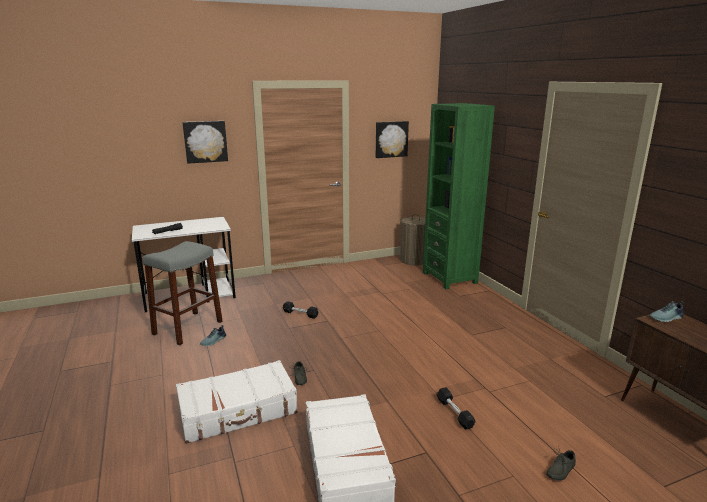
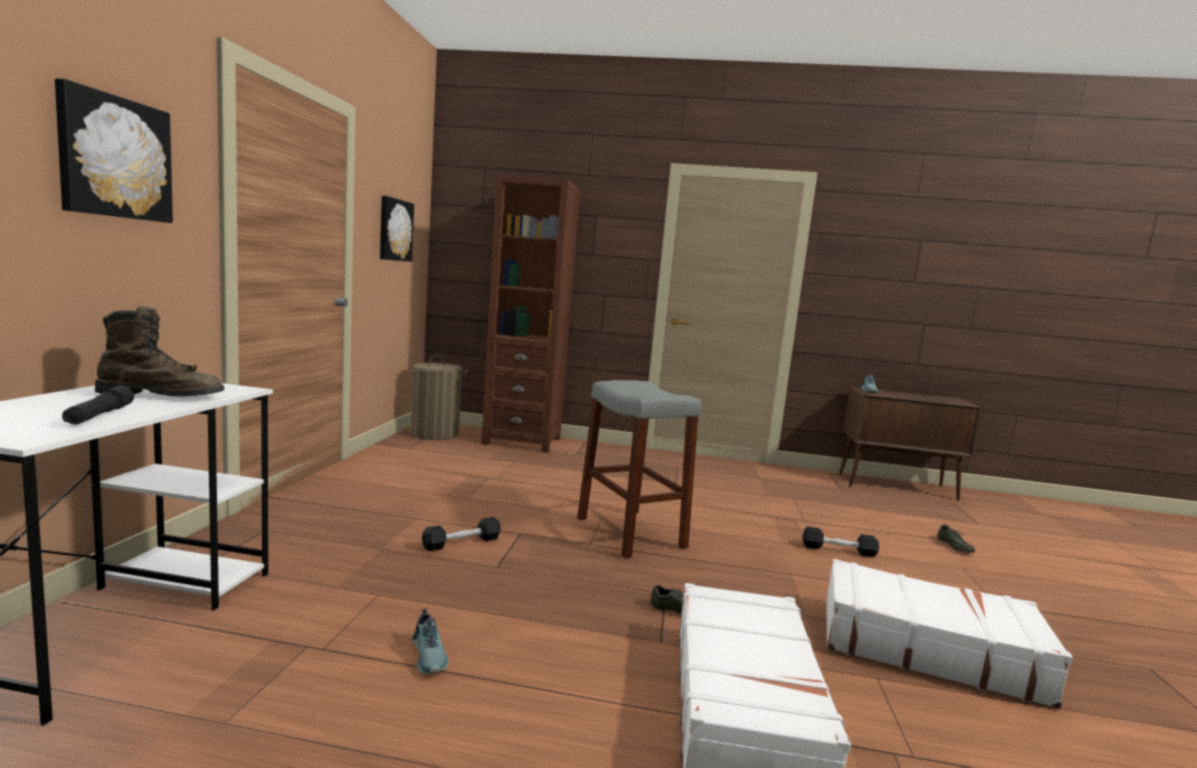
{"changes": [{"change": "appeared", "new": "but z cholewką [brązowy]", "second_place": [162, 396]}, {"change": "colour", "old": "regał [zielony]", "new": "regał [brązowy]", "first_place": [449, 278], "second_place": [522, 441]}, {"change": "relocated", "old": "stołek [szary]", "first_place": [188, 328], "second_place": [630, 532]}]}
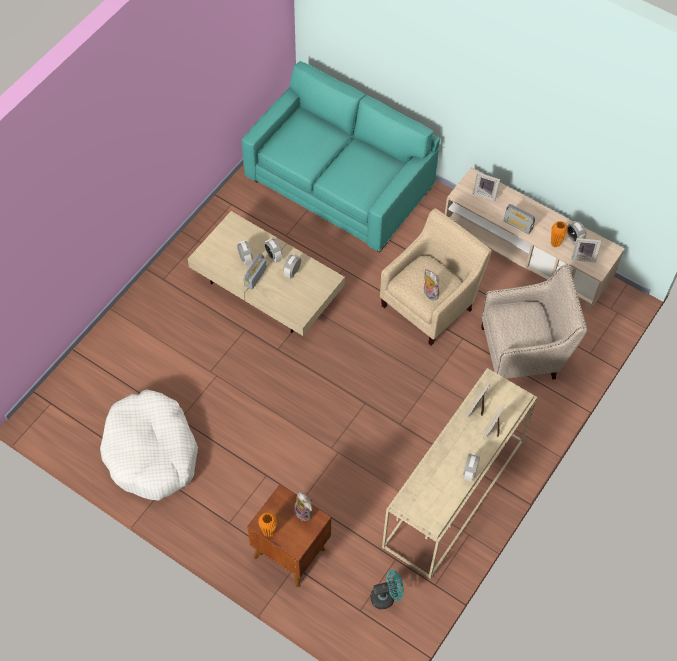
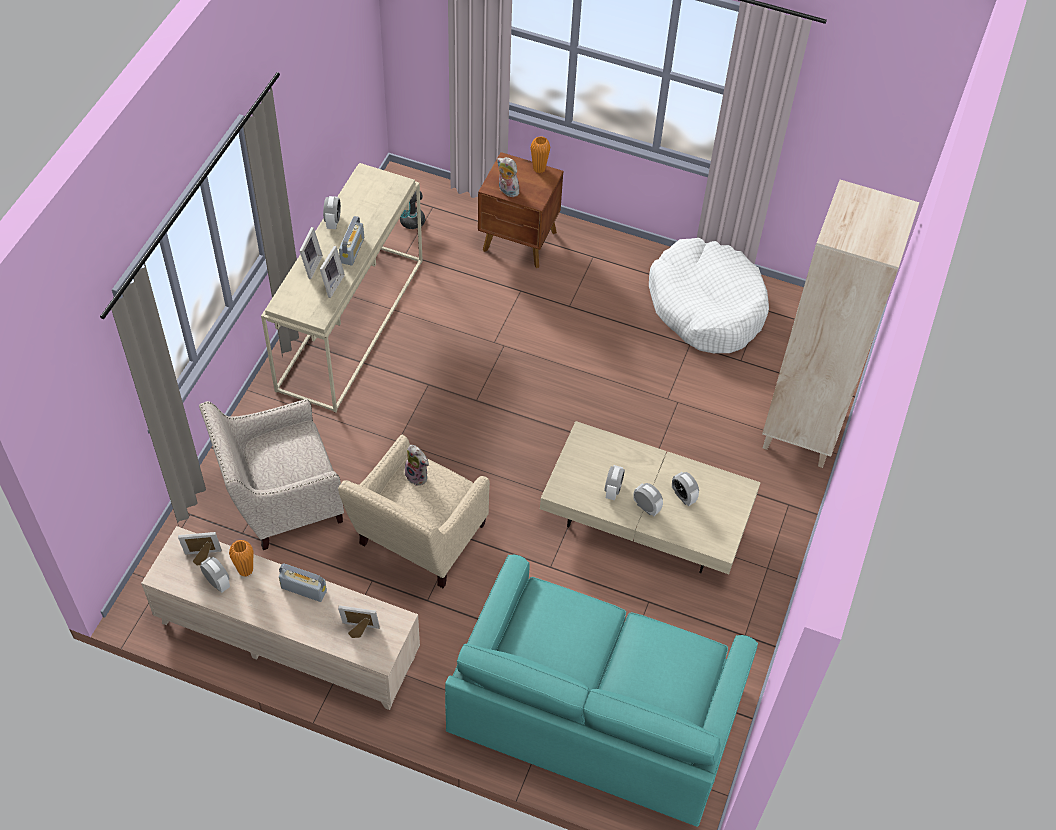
{"changes": [{"change": "relocated", "old": "radio", "first_place": [255, 277], "second_place": [352, 250]}, {"change": "appeared", "new": "regał [beżowy]", "second_place": [802, 430]}]}
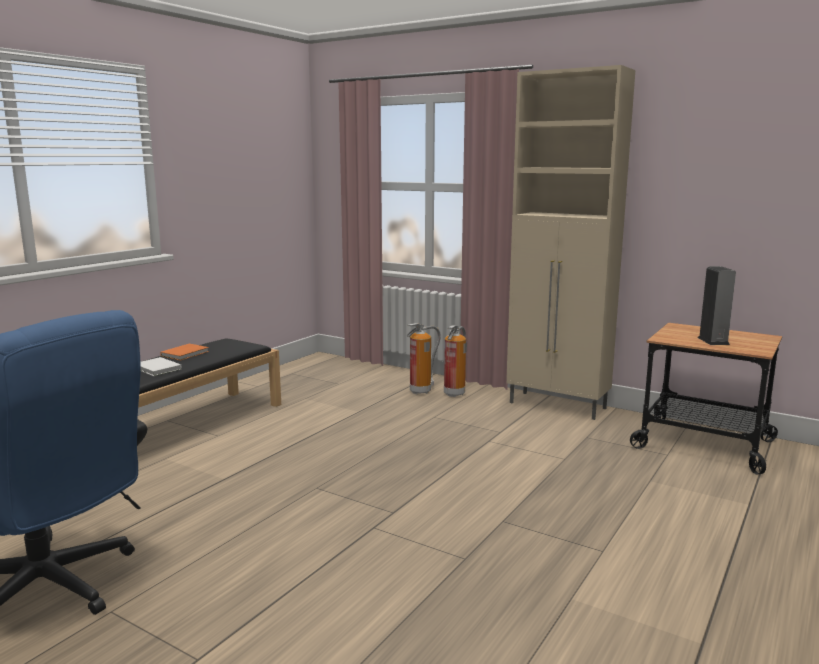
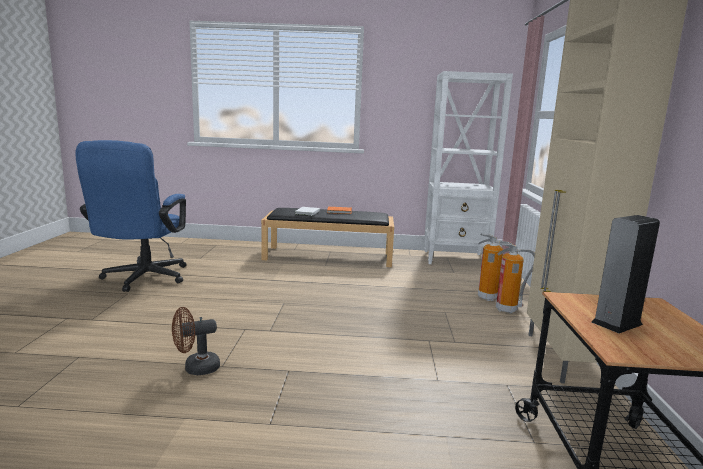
{"changes": [{"change": "appeared", "new": "wentylator [brązowy]", "second_place": [196, 368]}, {"change": "appeared", "new": "regał [biały]", "second_place": [456, 259]}]}
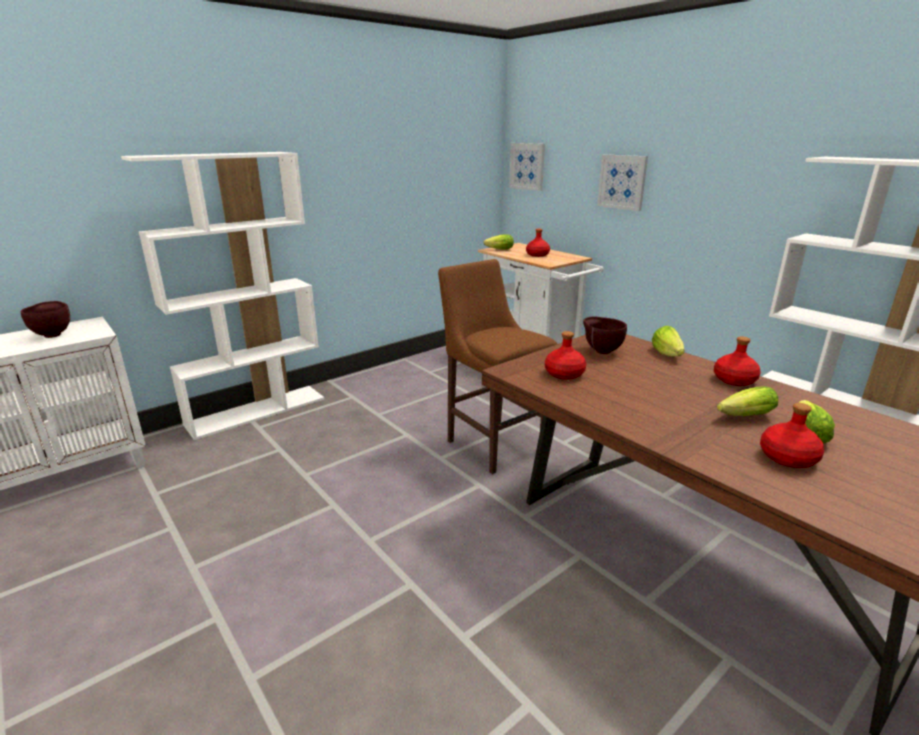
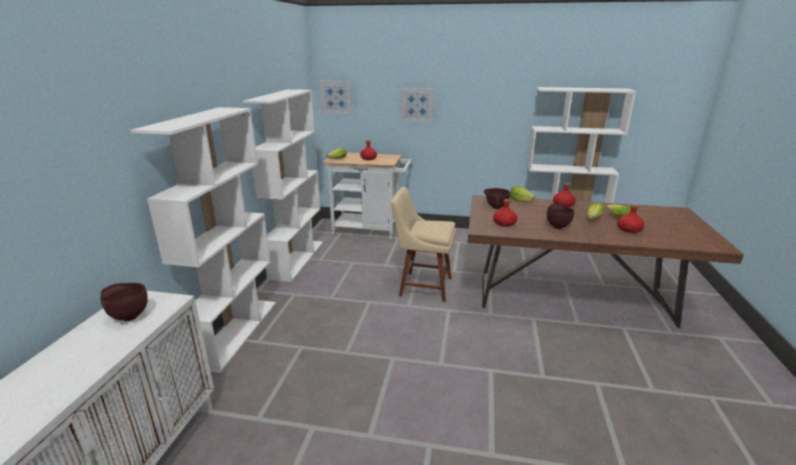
{"changes": [{"change": "appeared", "new": "regał [biały]", "second_place": [296, 259]}, {"change": "exchanged", "old": "stołek [brązowy]", "new": "krzesło [beżowy]", "first_place": [492, 443], "second_place": [422, 286]}, {"change": "appeared", "new": "miska [brązowy]", "second_place": [557, 226]}]}
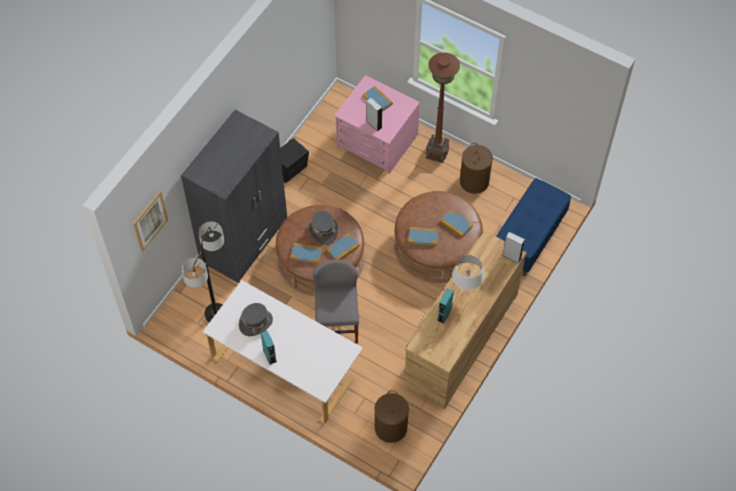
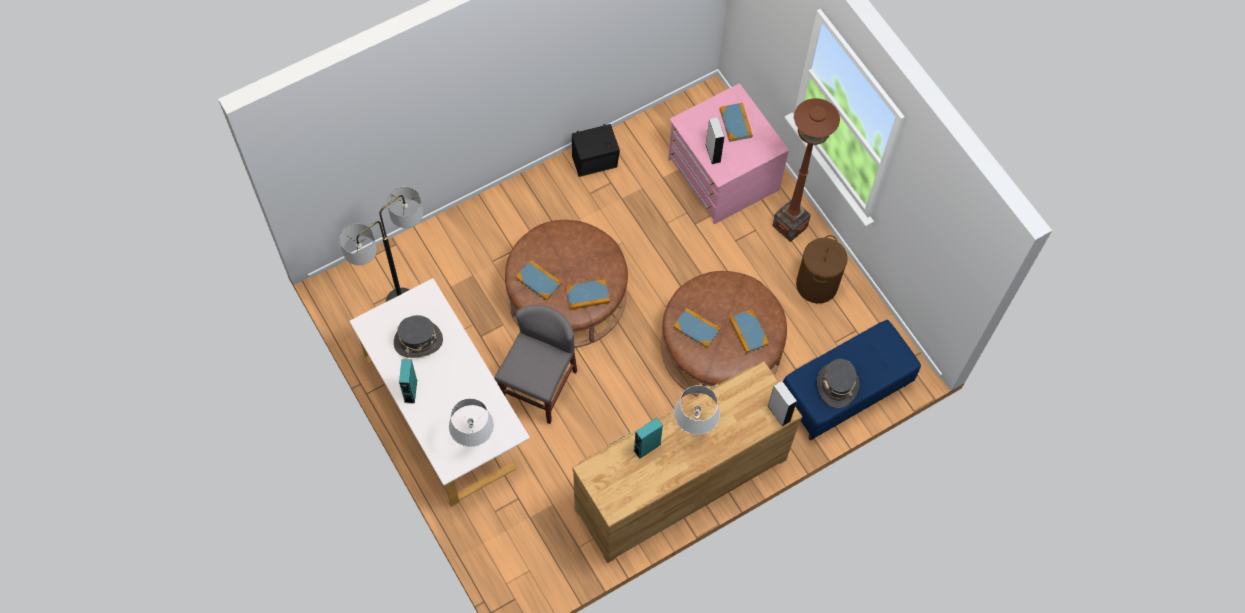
{"changes": [{"change": "appeared", "new": "lampa stołowa [biały]", "second_place": [474, 439]}, {"change": "relocated", "old": "kapelusz [szary]", "first_place": [323, 230], "second_place": [837, 386]}, {"change": "missing", "old": "obraz", "first_place": [150, 221]}, {"change": "missing", "old": "szafa [szary]", "first_place": [244, 240]}, {"change": "missing", "old": "kosz na pranie [brązowy]", "first_place": [391, 428]}]}
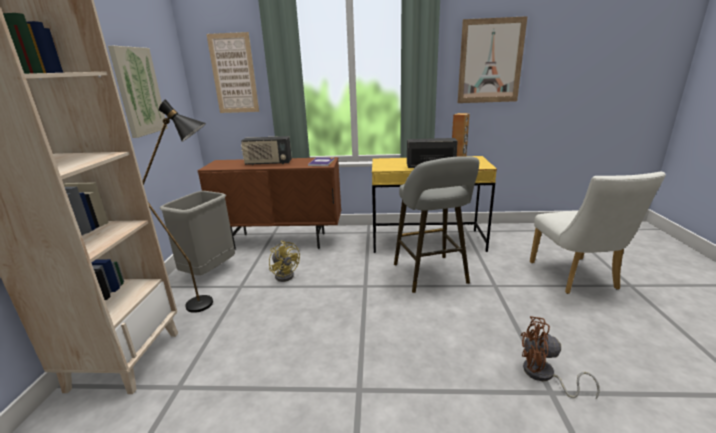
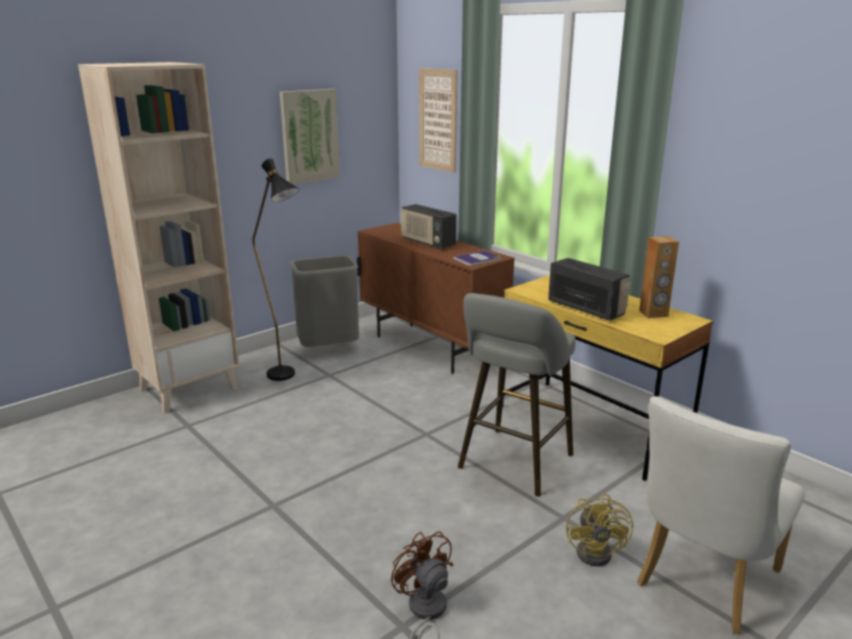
{"changes": [{"change": "relocated", "old": "wentylator [żółty]", "first_place": [285, 274], "second_place": [599, 551]}, {"change": "missing", "old": "obraz", "first_place": [490, 61]}]}
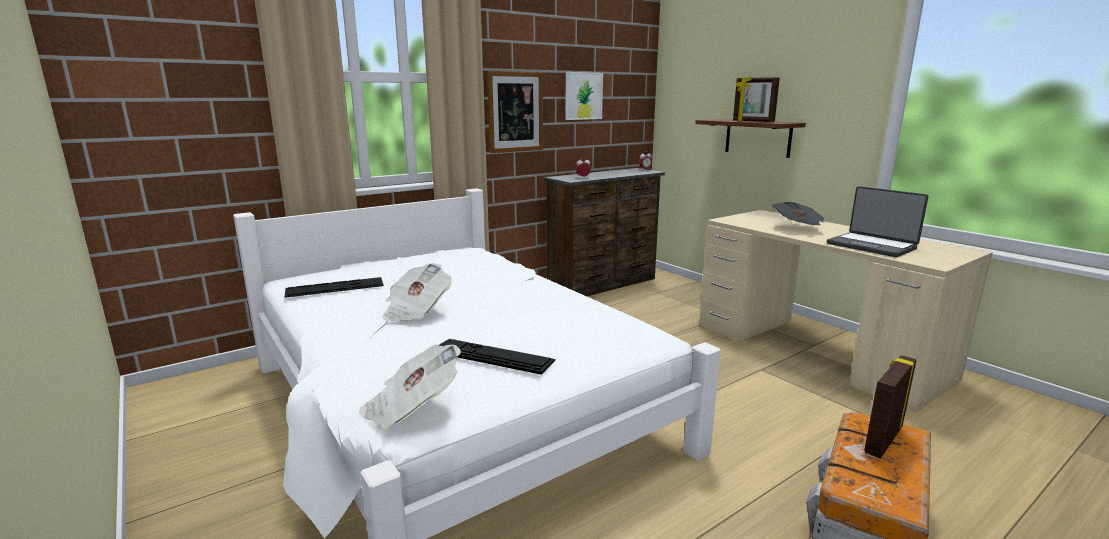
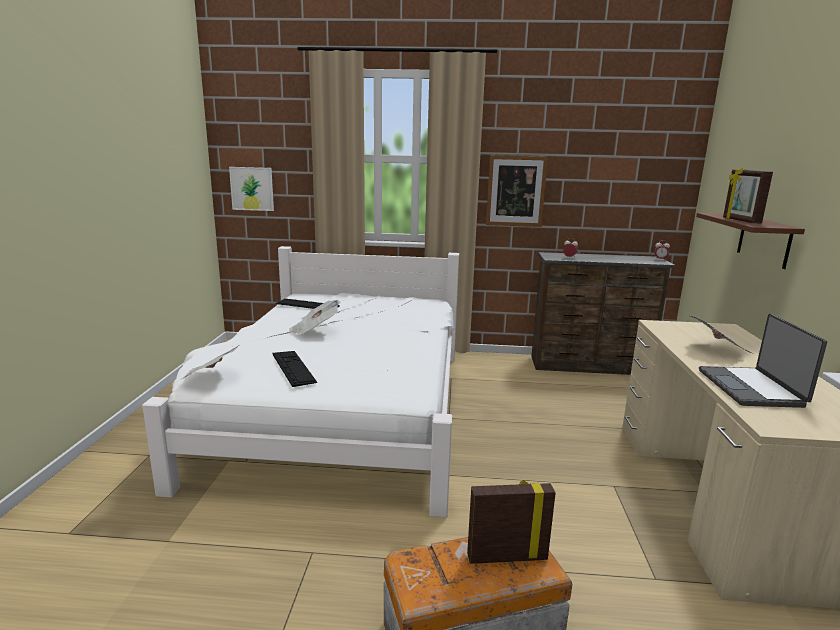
{"changes": [{"change": "relocated", "old": "obraz", "first_place": [583, 96], "second_place": [252, 188]}]}
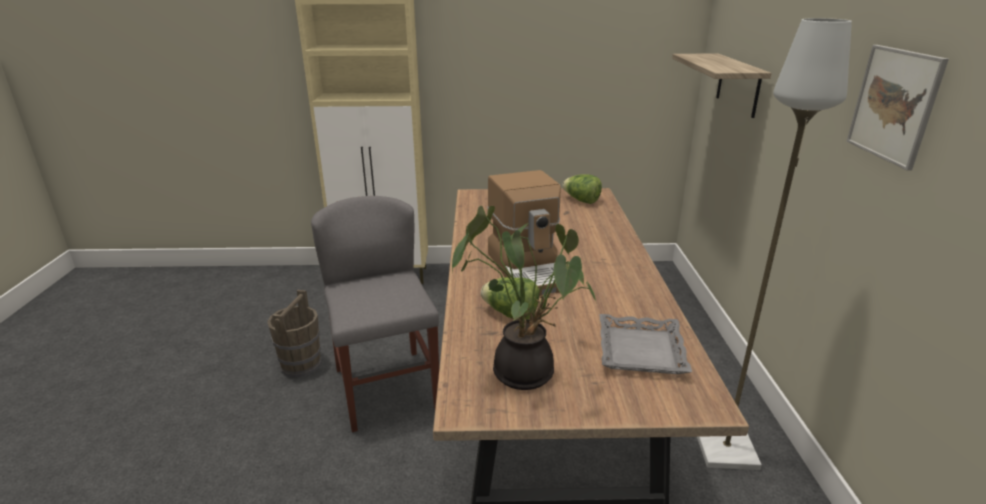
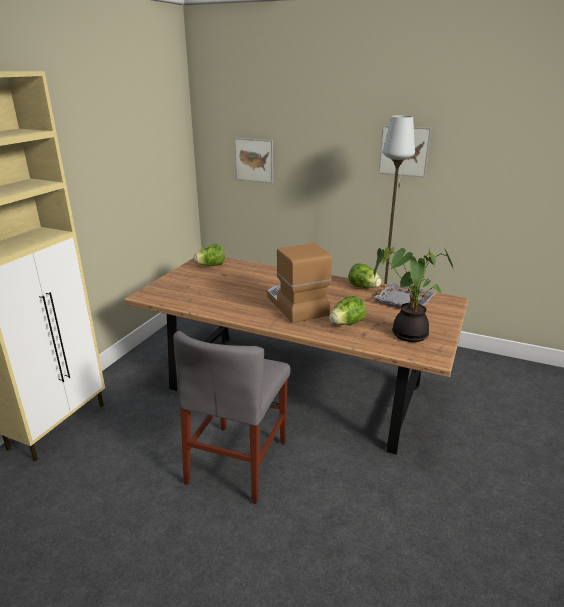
{"changes": [{"change": "spun", "old": "krzesło [szary]", "first_place": [386, 389], "second_place": [237, 461], "degrees": -75}, {"change": "exchanged", "old": "półka", "new": "obraz", "first_place": [738, 85], "second_place": [254, 160]}, {"change": "spun", "old": "ekspres do kawy", "first_place": [530, 269], "second_place": [295, 305], "degrees": -120}, {"change": "appeared", "new": "sałata", "second_place": [363, 287]}, {"change": "missing", "old": "wiadro [brązowy]", "first_place": [301, 364]}]}
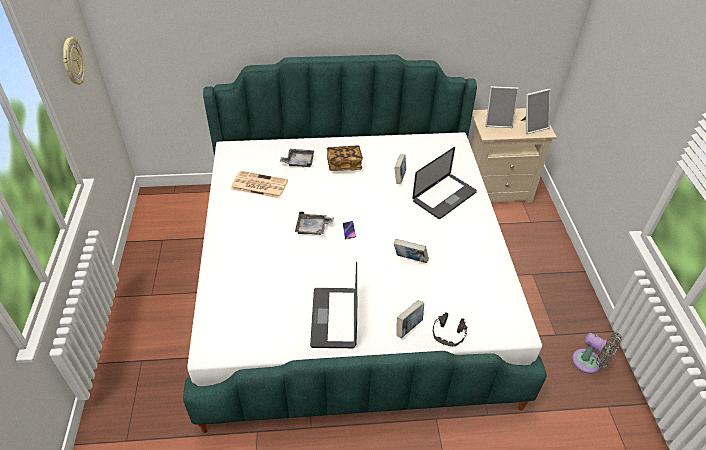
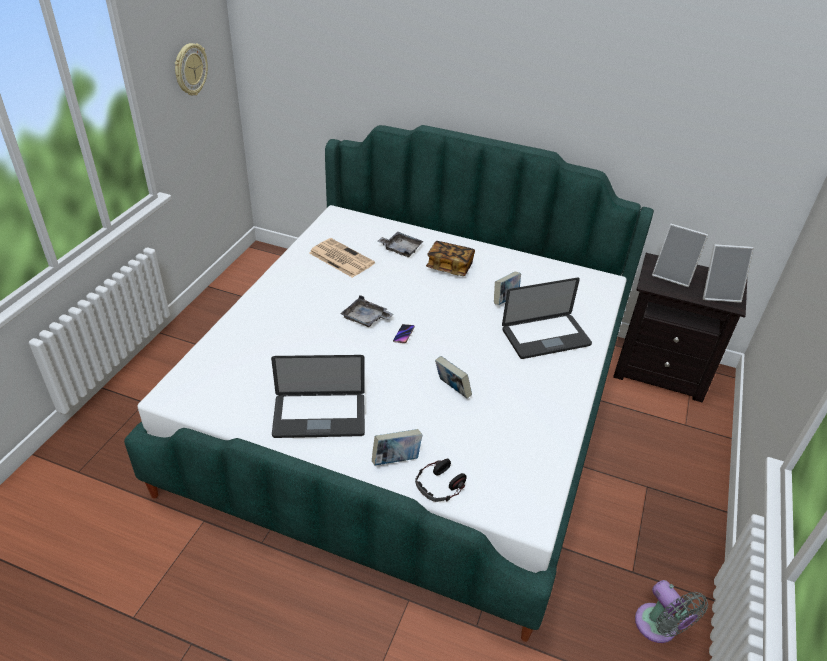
{"changes": [{"change": "spun", "old": "laptop", "first_place": [334, 318], "second_place": [319, 416], "degrees": -120}, {"change": "colour", "old": "szafka nocna [beżowy]", "new": "szafka nocna [czarny]", "first_place": [496, 189], "second_place": [661, 371]}]}
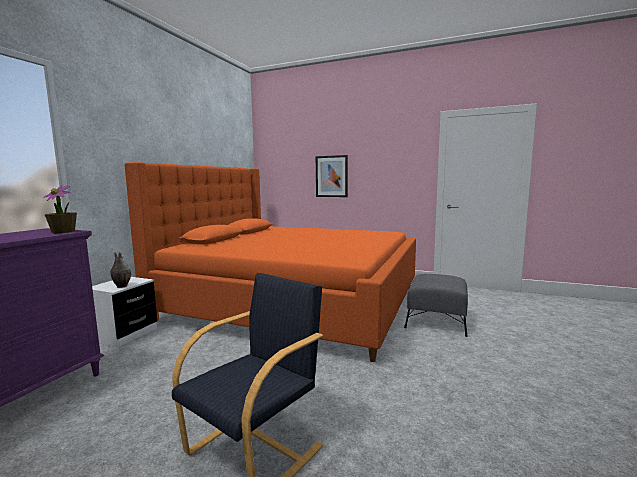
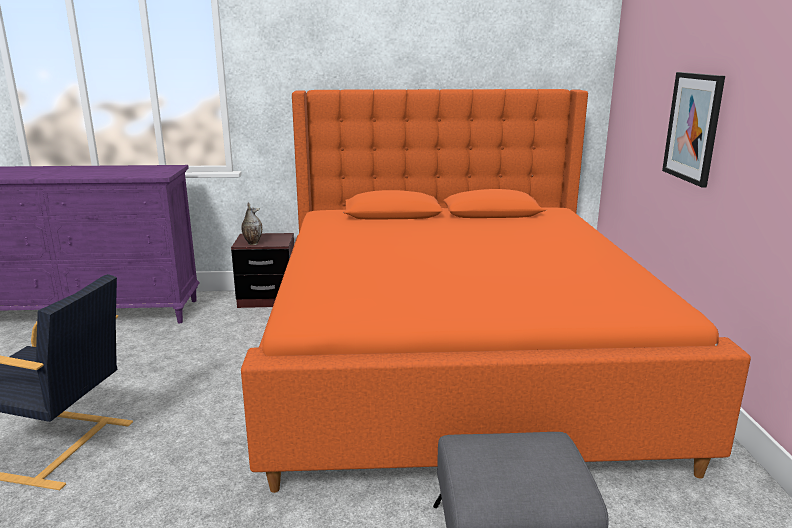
{"changes": [{"change": "colour", "old": "szafka nocna [biały]", "new": "szafka nocna [brązowy]", "first_place": [125, 334], "second_place": [267, 299]}, {"change": "missing", "old": "roślina doniczkowa", "first_place": [63, 232]}]}
